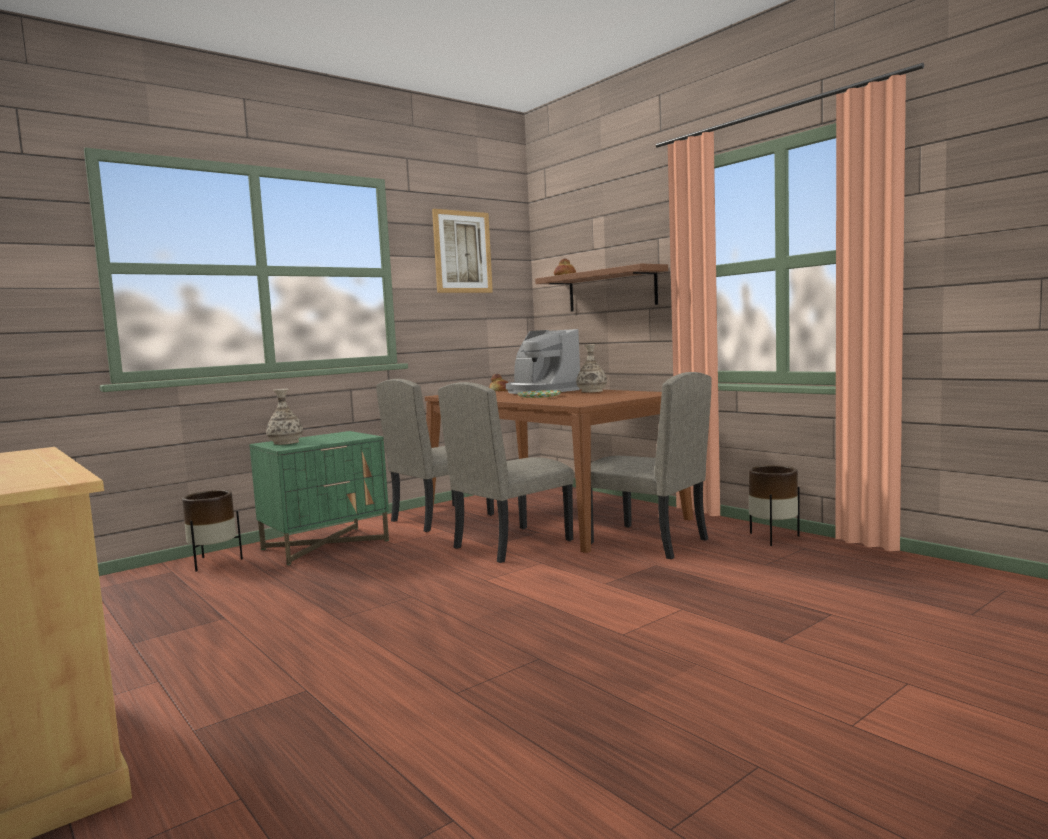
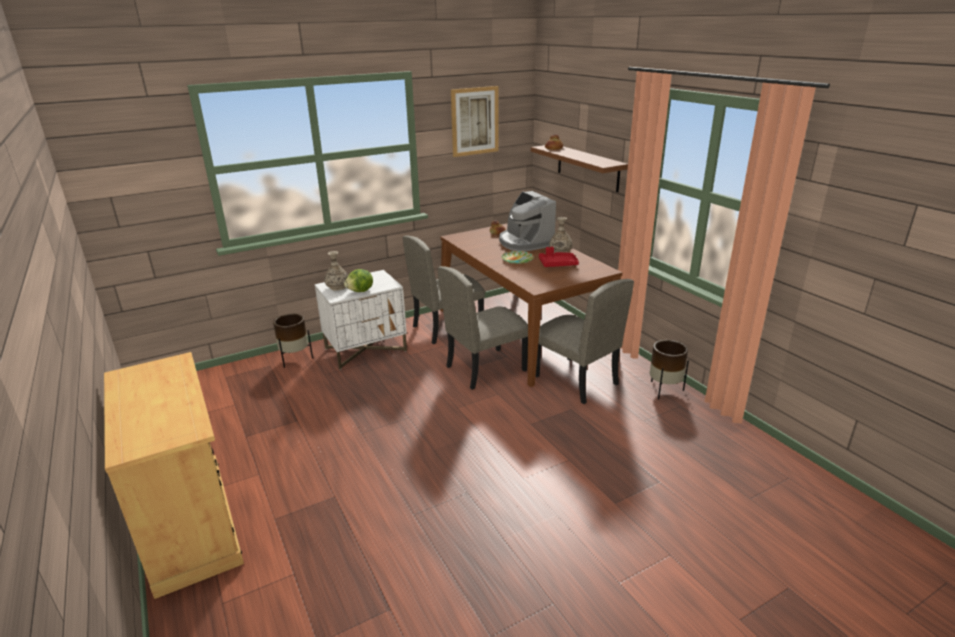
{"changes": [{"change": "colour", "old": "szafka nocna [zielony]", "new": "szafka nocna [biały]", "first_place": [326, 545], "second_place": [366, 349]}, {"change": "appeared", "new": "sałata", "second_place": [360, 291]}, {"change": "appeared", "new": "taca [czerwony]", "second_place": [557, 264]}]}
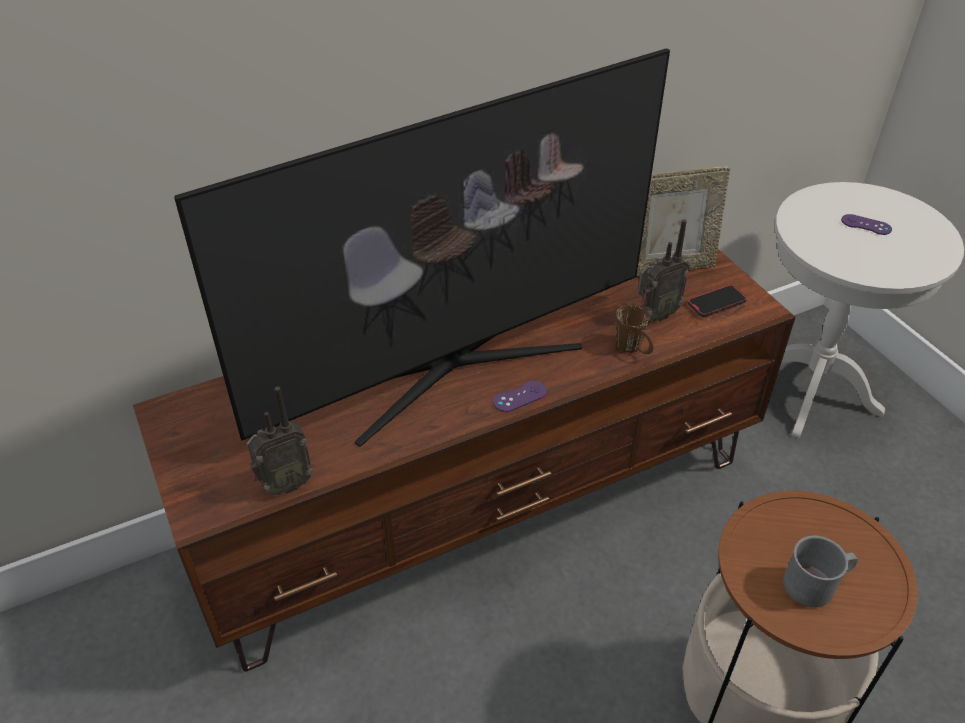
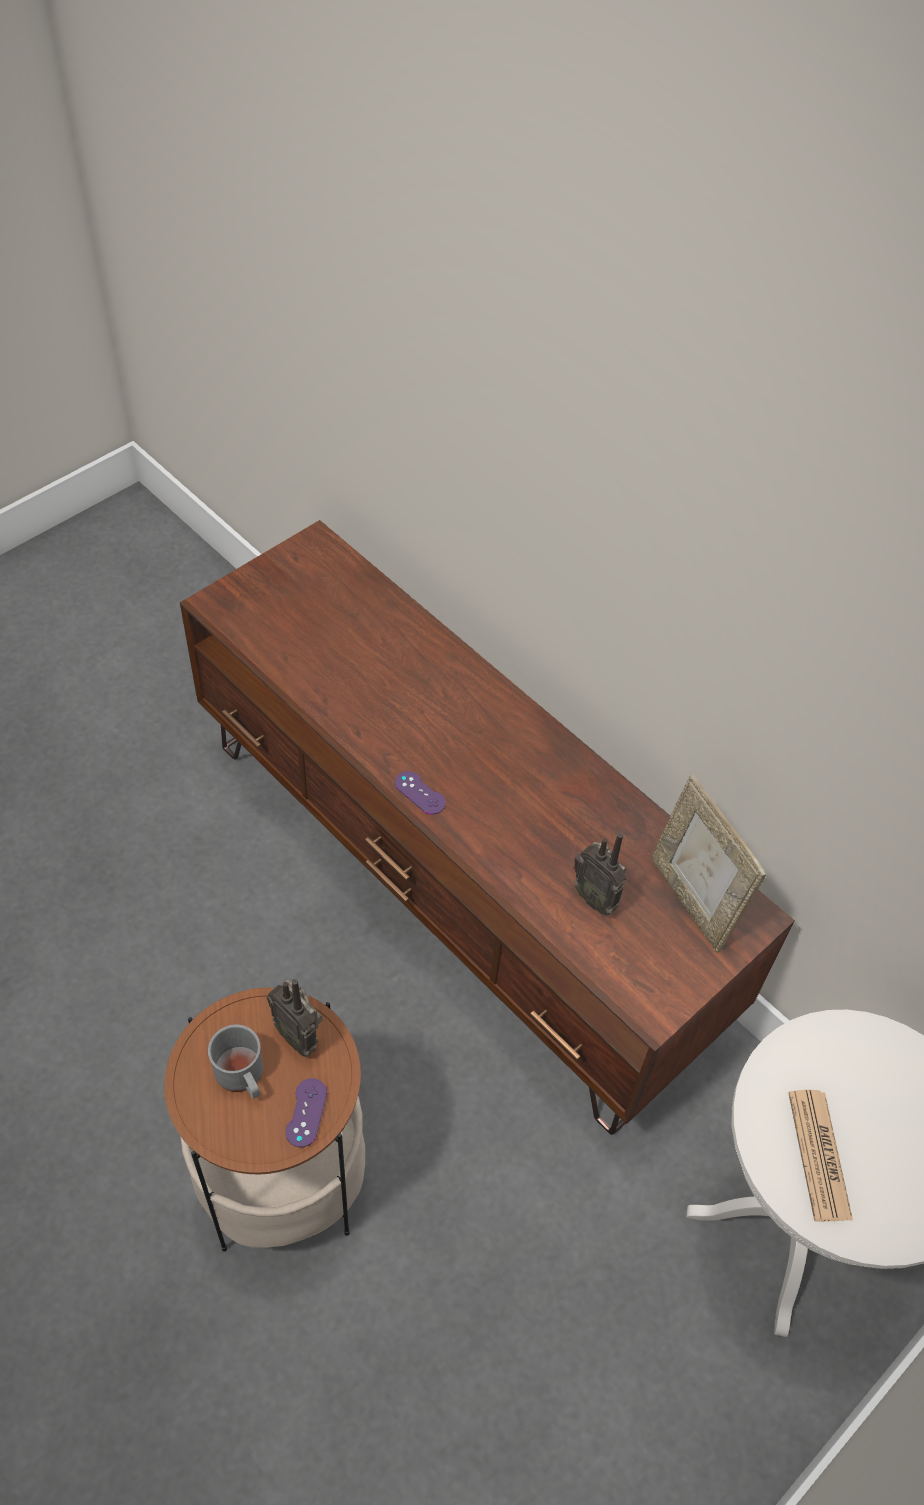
{"changes": [{"change": "relocated", "old": "radio", "first_place": [284, 485], "second_place": [298, 1035]}, {"change": "relocated", "old": "pad do gier [fioletowy]", "first_place": [866, 225], "second_place": [306, 1112]}, {"change": "appeared", "new": "gazeta", "second_place": [819, 1155]}, {"change": "missing", "old": "telewizor", "first_place": [453, 369]}, {"change": "missing", "old": "kubek [brązowy]", "first_place": [634, 349]}, {"change": "missing", "old": "telefon", "first_place": [716, 303]}]}
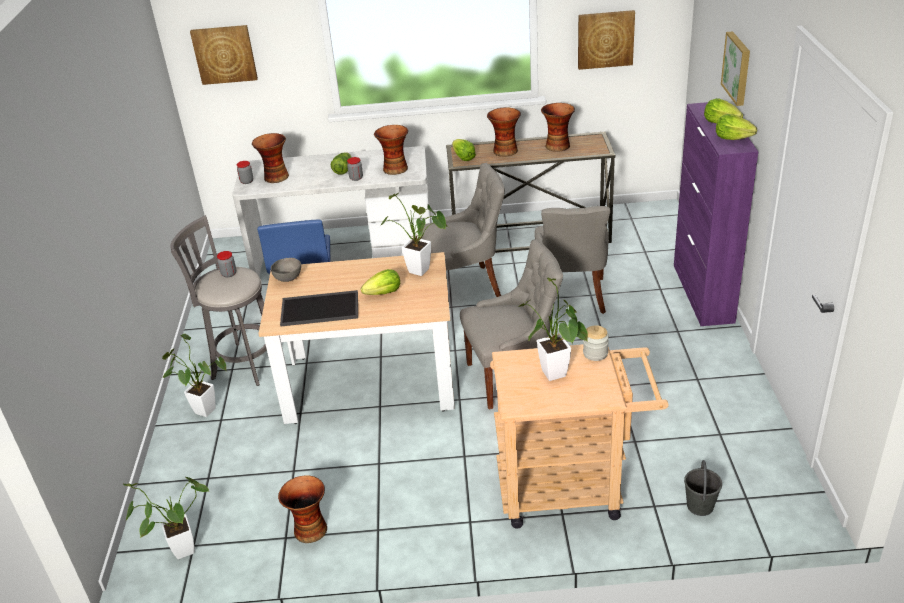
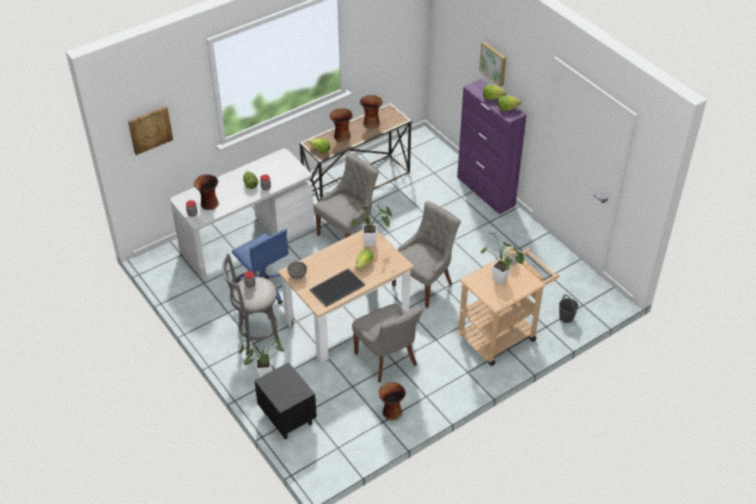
{"changes": [{"change": "appeared", "new": "szafka nocna [czarny]", "second_place": [287, 416]}, {"change": "relocated", "old": "krzesło [szary]", "first_place": [572, 297], "second_place": [387, 359]}, {"change": "missing", "old": "roślina doniczkowa", "first_place": [178, 552]}, {"change": "missing", "old": "wazon", "first_place": [394, 168]}, {"change": "missing", "old": "obraz", "first_place": [605, 39]}]}
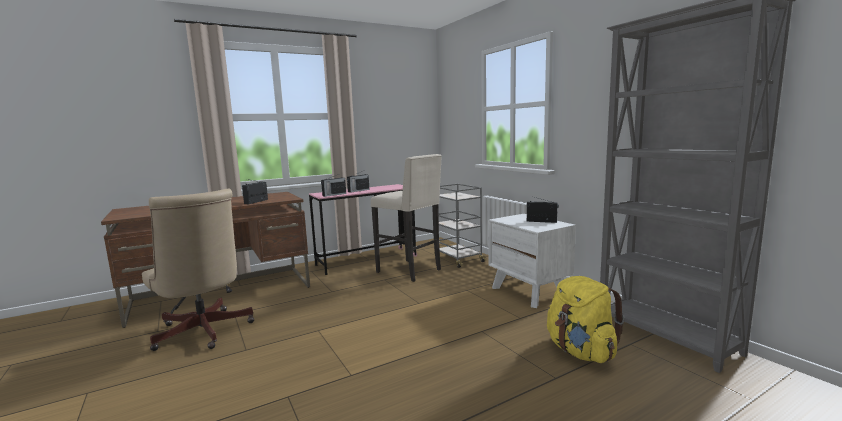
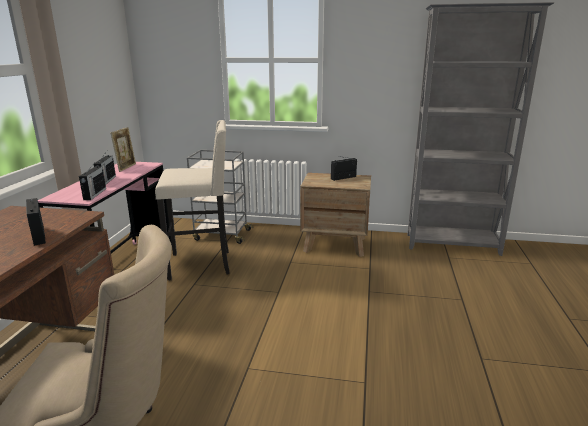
{"changes": [{"change": "appeared", "new": "ramka na zdjęcie", "second_place": [126, 167]}, {"change": "colour", "old": "szafka nocna [biały]", "new": "szafka nocna [brązowy]", "first_place": [529, 292], "second_place": [335, 245]}, {"change": "missing", "old": "plecak [żółty]", "first_place": [581, 352]}]}
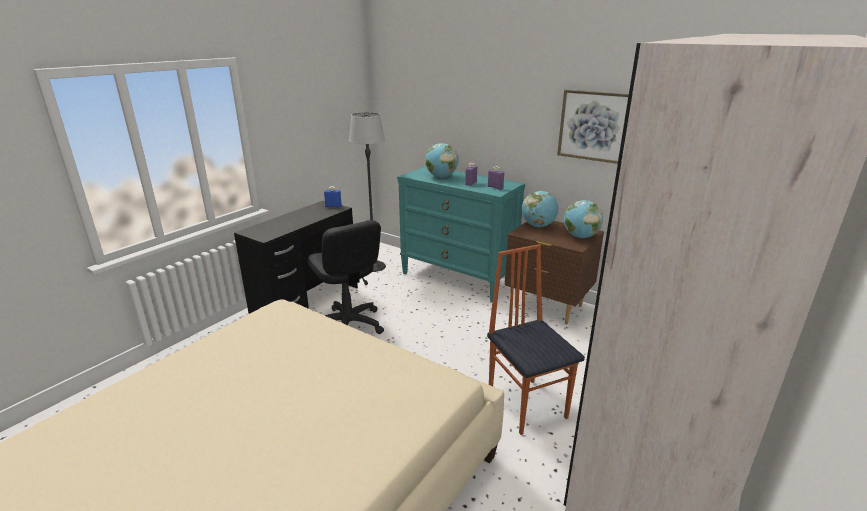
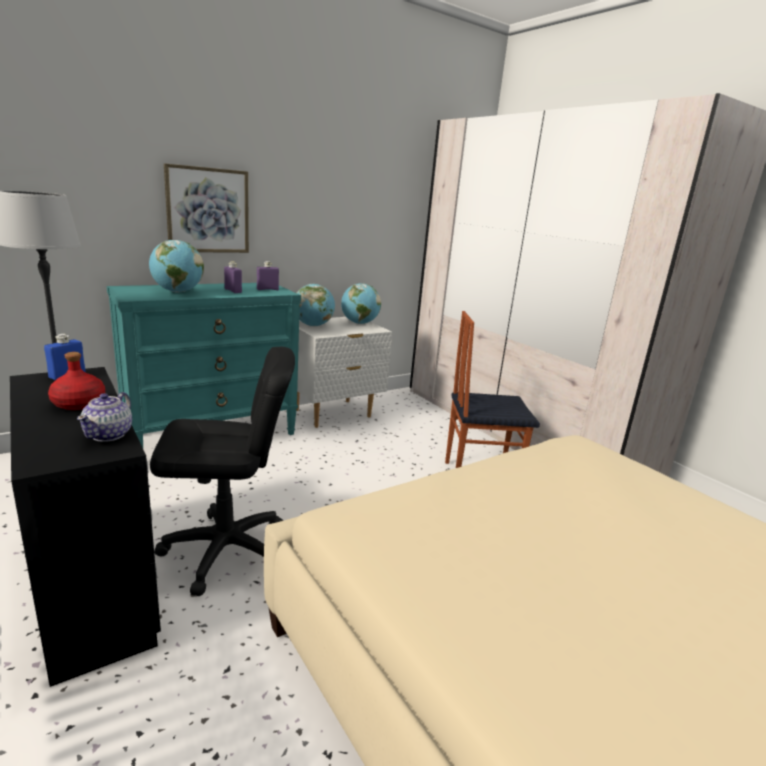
{"changes": [{"change": "appeared", "new": "butelka [czerwony]", "second_place": [79, 403]}, {"change": "appeared", "new": "imbryk", "second_place": [109, 434]}, {"change": "relocated", "old": "obraz", "first_place": [593, 126], "second_place": [208, 210]}, {"change": "colour", "old": "szafka nocna [brązowy]", "new": "szafka nocna [biały]", "first_place": [548, 307], "second_place": [333, 414]}]}
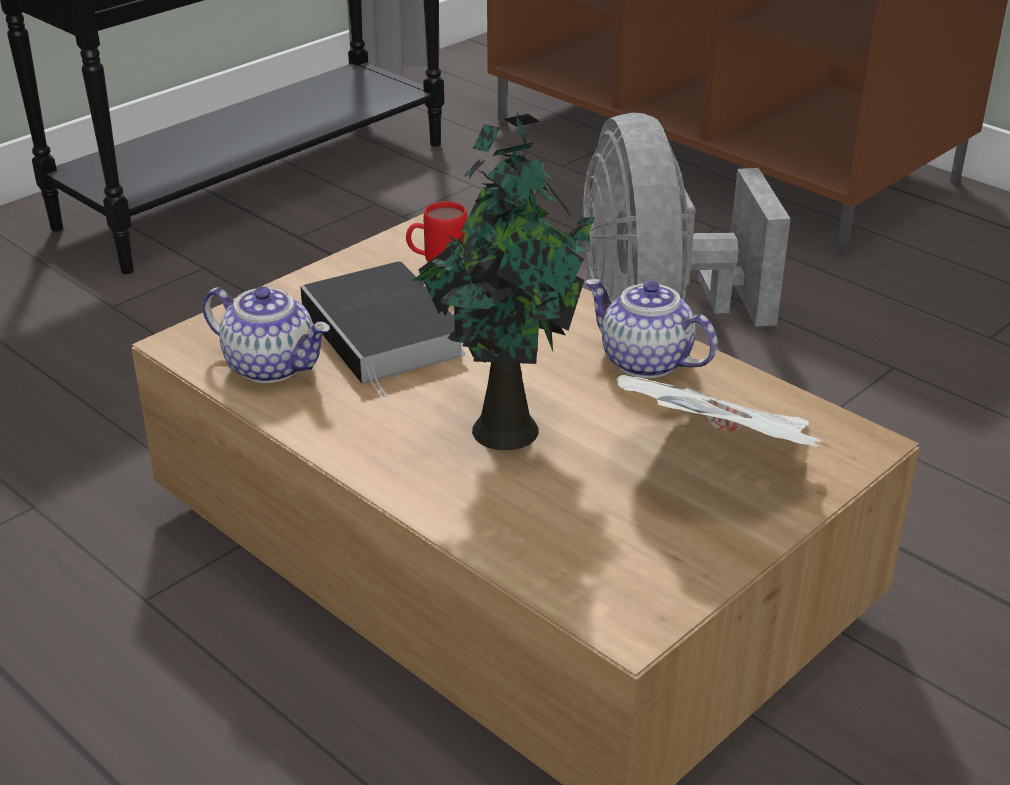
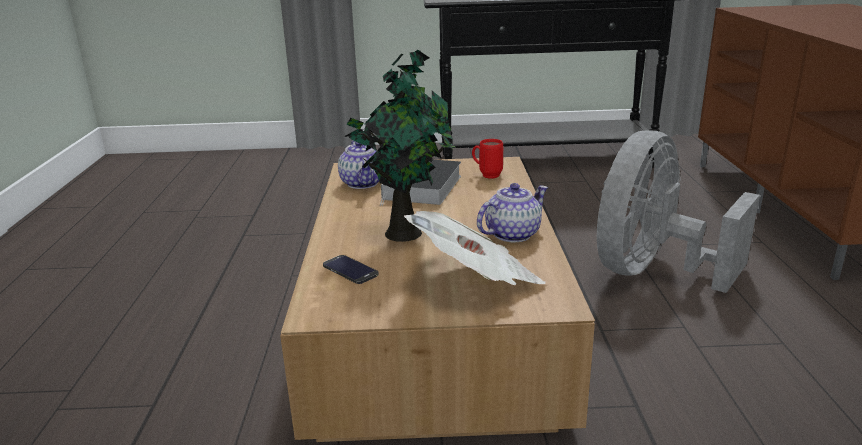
{"changes": [{"change": "appeared", "new": "telefon", "second_place": [350, 270]}, {"change": "spun", "old": "imbryk", "first_place": [644, 361], "second_place": [512, 234], "degrees": 60}]}
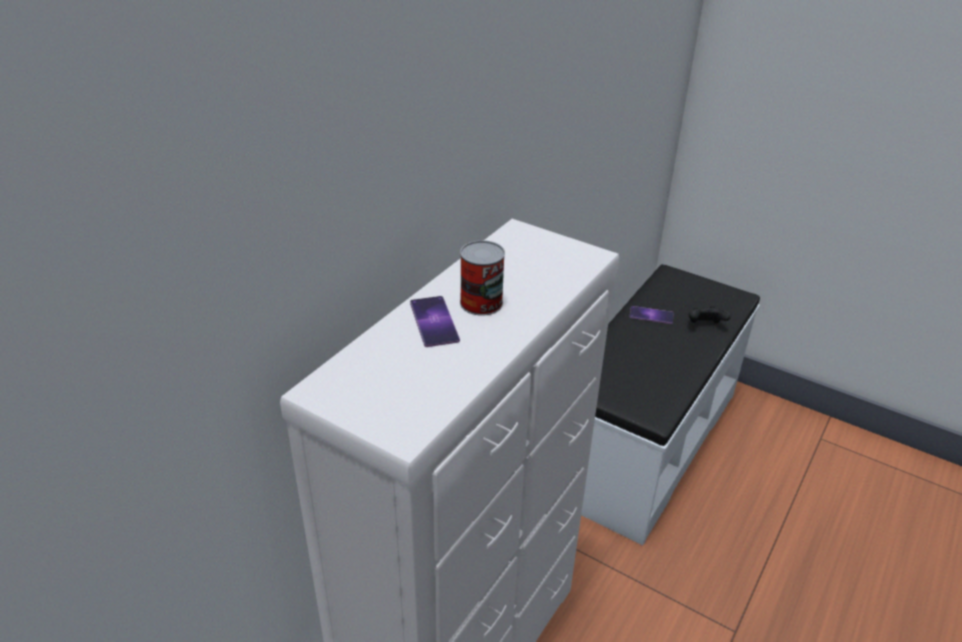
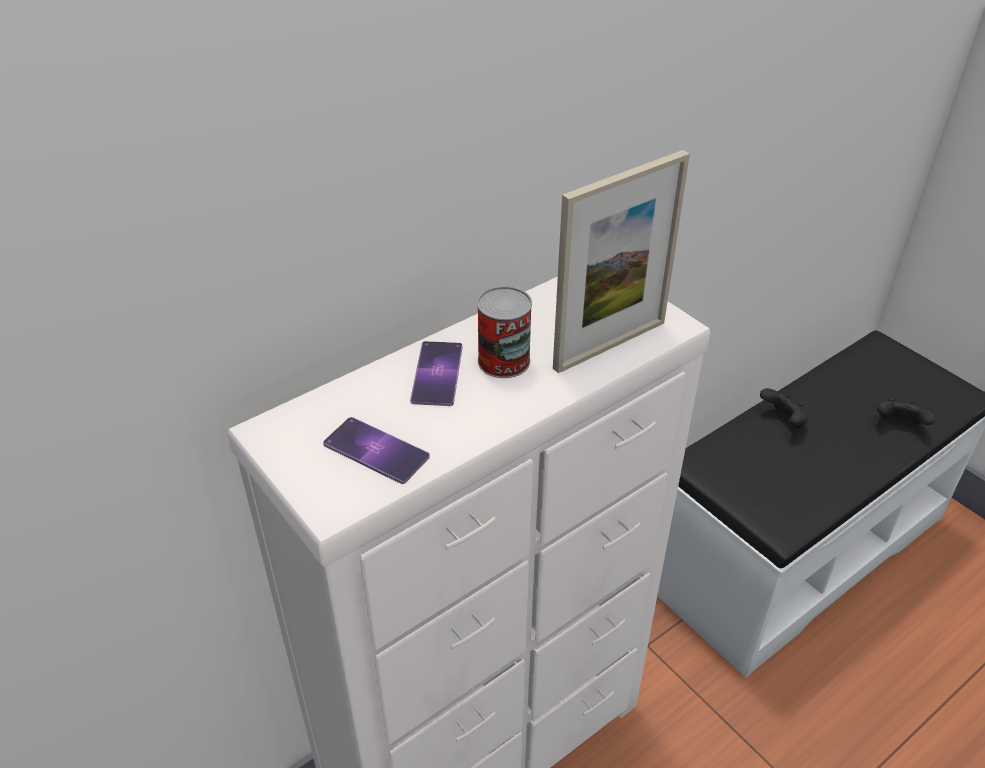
{"changes": [{"change": "relocated", "old": "telefon", "first_place": [651, 315], "second_place": [376, 450]}, {"change": "appeared", "new": "ramka na zdjęcie", "second_place": [610, 345]}, {"change": "appeared", "new": "pad do gier [czarny]", "second_place": [783, 420]}]}
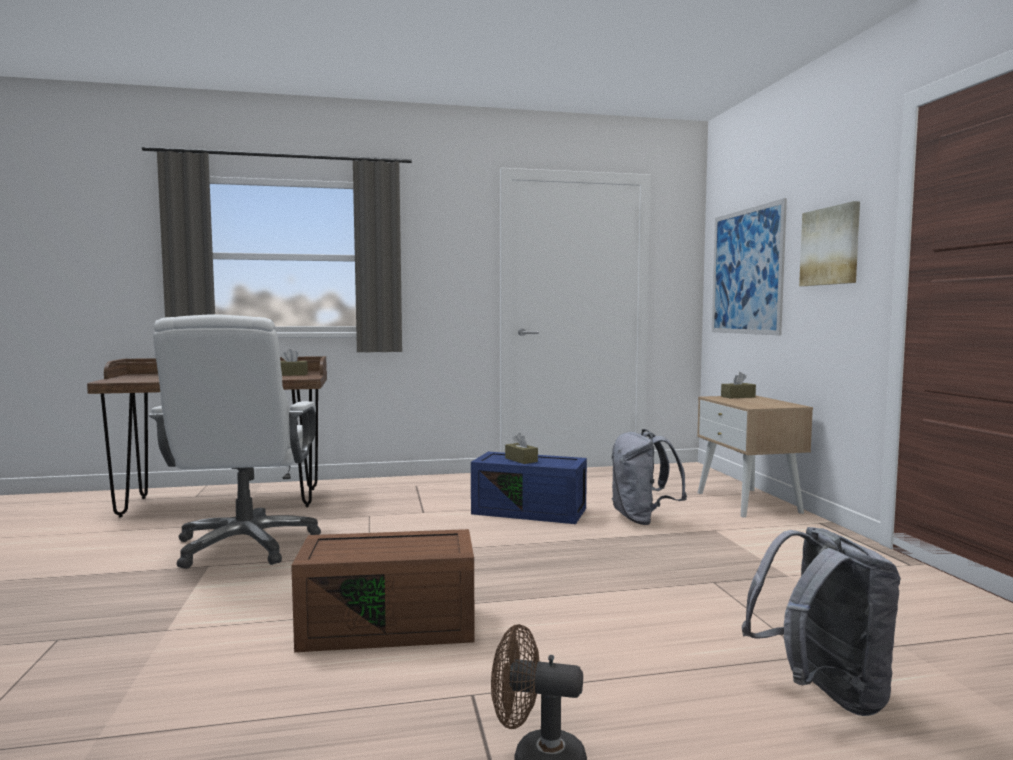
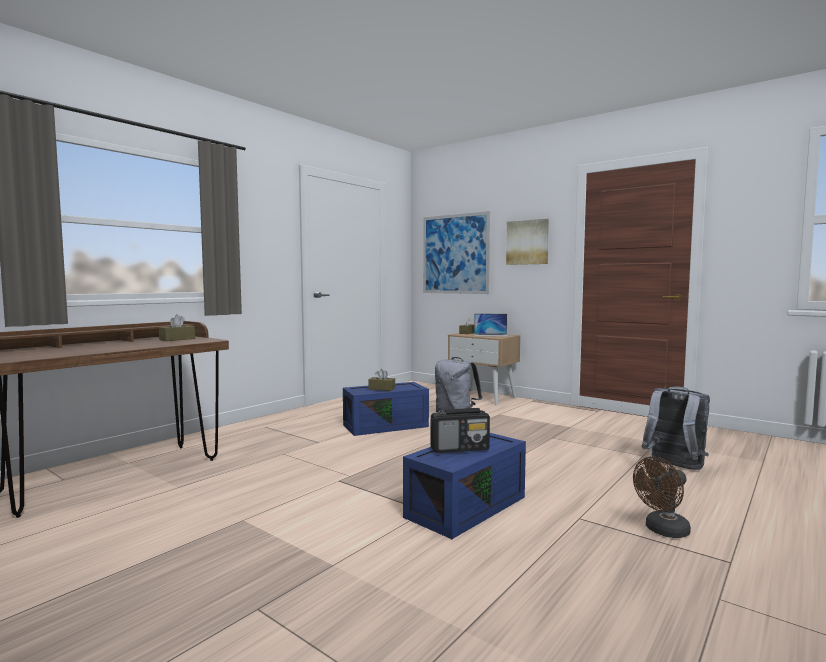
{"changes": [{"change": "colour", "old": "pojemnik do przechowywania [brązowy]", "new": "pojemnik do przechowywania [niebieski]", "first_place": [391, 625], "second_place": [466, 506]}, {"change": "appeared", "new": "radio", "second_place": [460, 448]}, {"change": "appeared", "new": "laptop", "second_place": [491, 335]}, {"change": "missing", "old": "krzesło biurowe [biały]", "first_place": [245, 545]}]}
